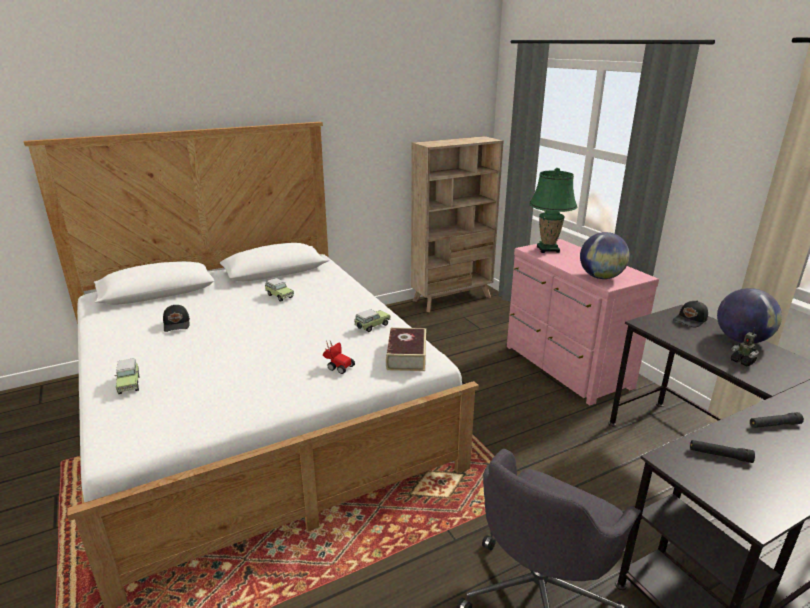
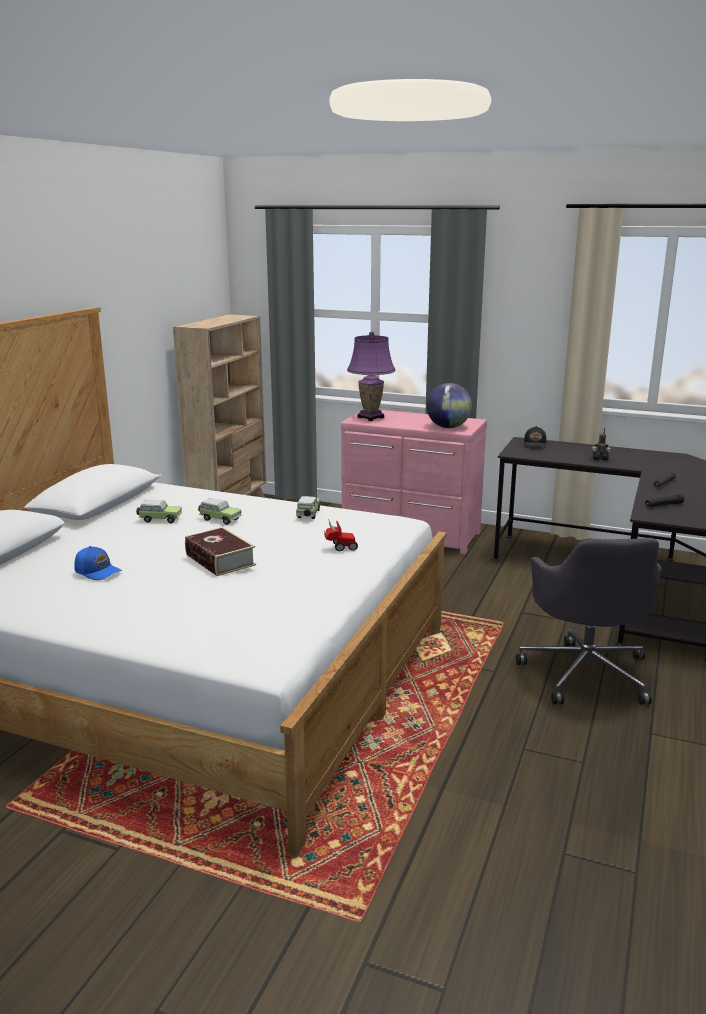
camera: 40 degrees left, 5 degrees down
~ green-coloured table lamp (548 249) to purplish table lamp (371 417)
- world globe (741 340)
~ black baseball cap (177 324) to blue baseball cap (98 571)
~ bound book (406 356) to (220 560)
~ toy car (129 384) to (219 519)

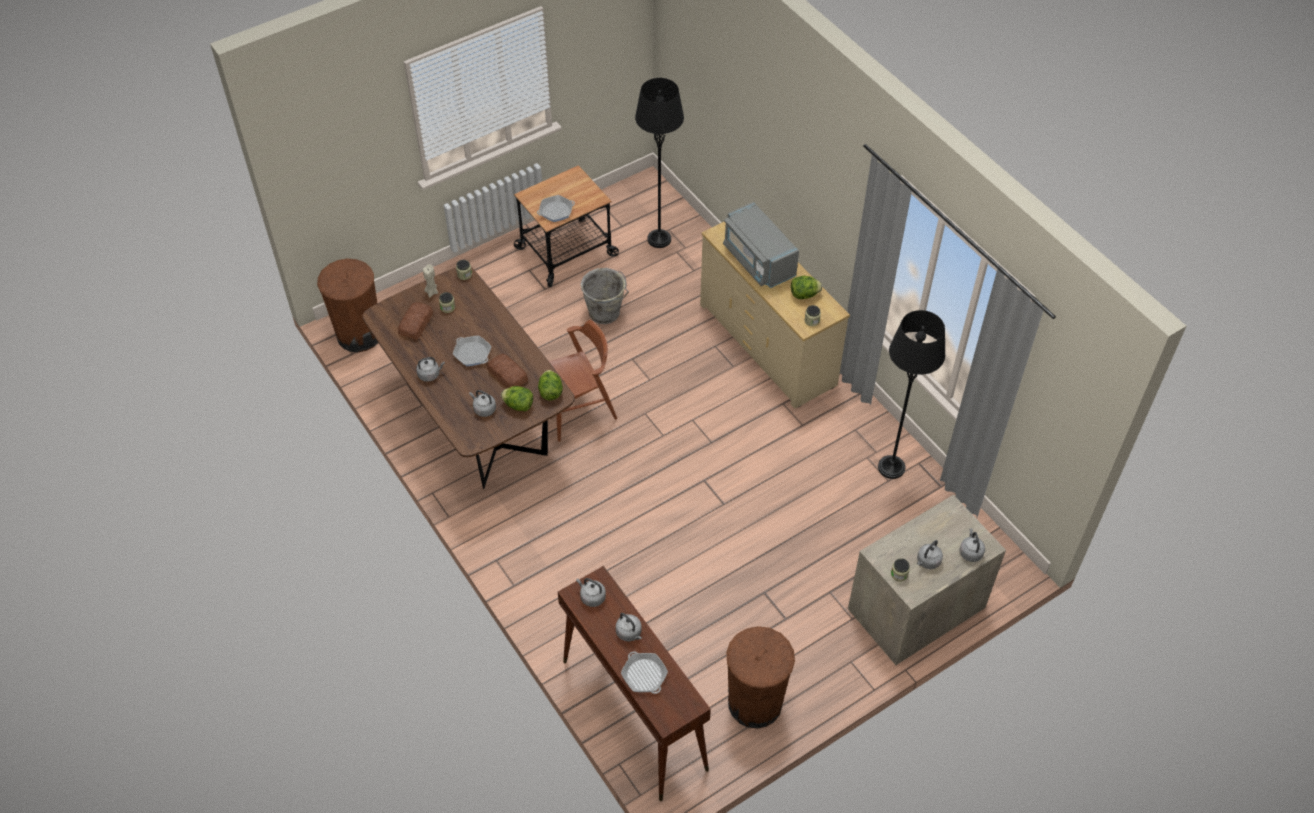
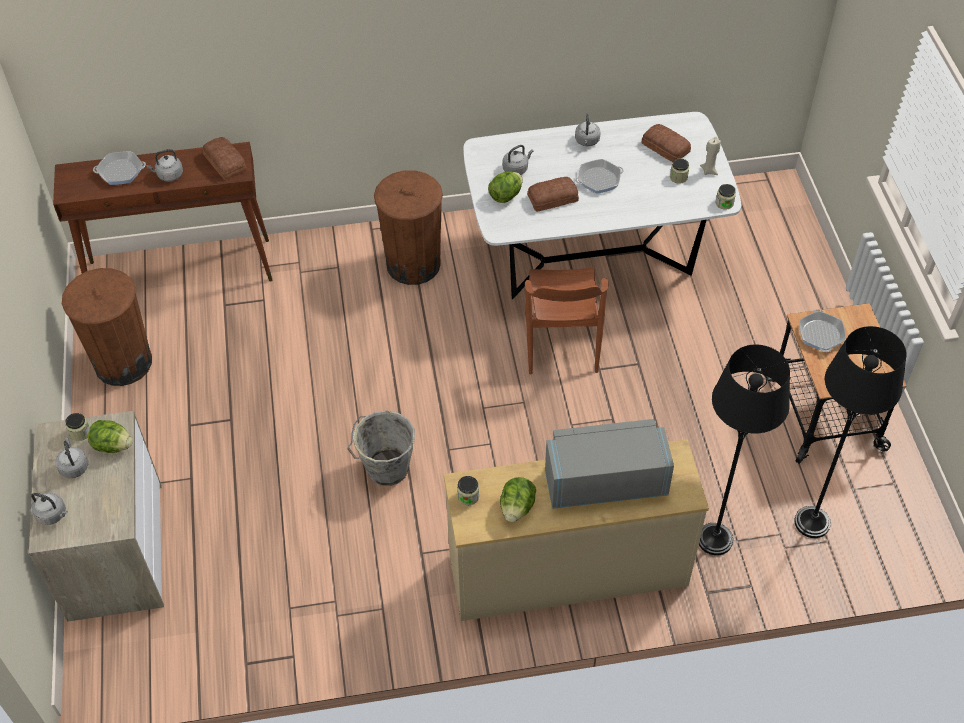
camera: 115 degrees right, 0 degrees up
~ brown-coloured rubbish bin (359 334) to (413 264)
~ brown-coloured dining table (475 418) to white-coloured dining table (593 256)
~ greyish pail (605 313) to (385 469)
~ black standard lamp (891 467) to (714 539)
~ lettuce (550 392) to (113 445)
~ greyish tea kettle (591 597) to baked bread (225 161)

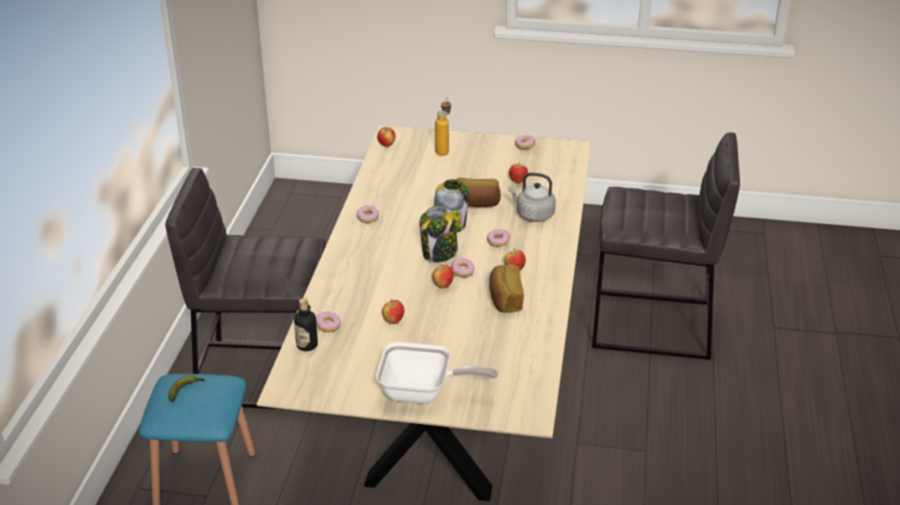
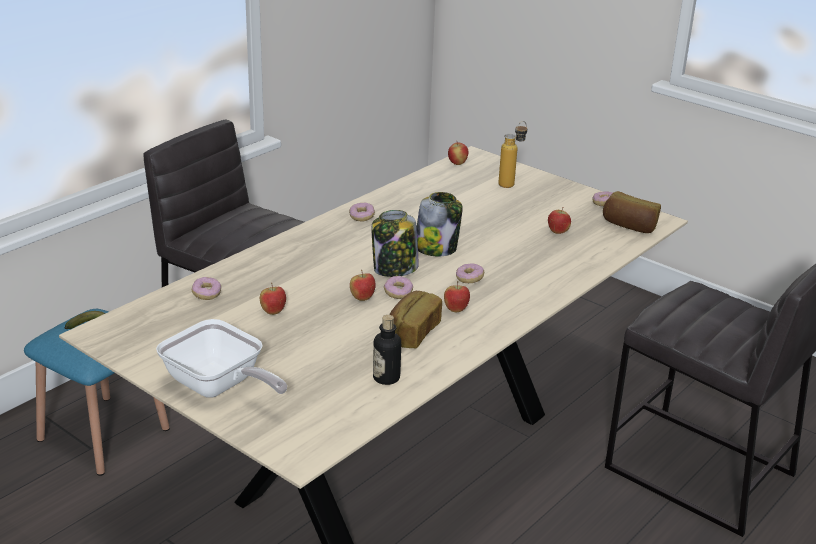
camera: 30 degrees right, 5 degrees down
- greyish tea kettle (533 215)
~ baked bread (476 203) to (630 226)
~ drink bottle (307 345) to (386 378)

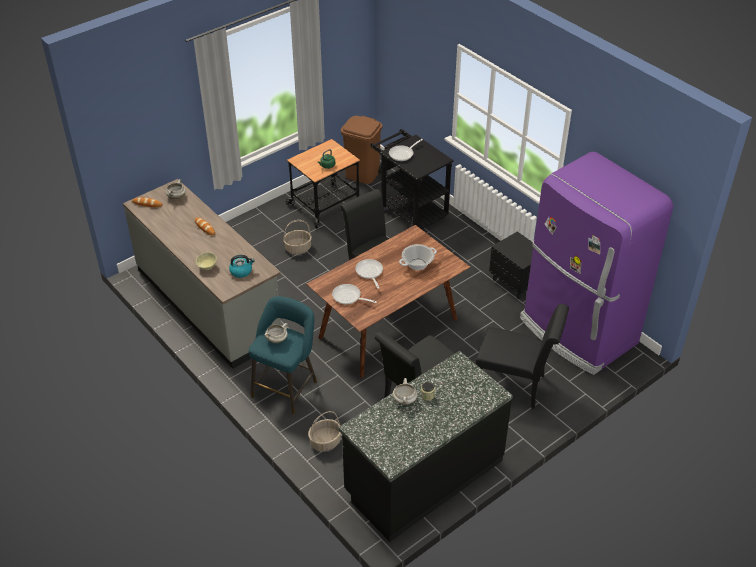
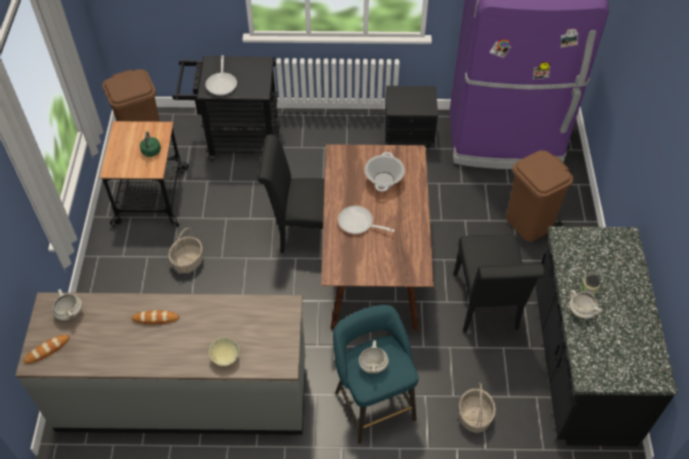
camera: 50 degrees left, 10 degrees up
- tea kettle (241 271)
- pan (349 297)
~ black chair (515 386) to brown-coloured rubbish bin (529 223)

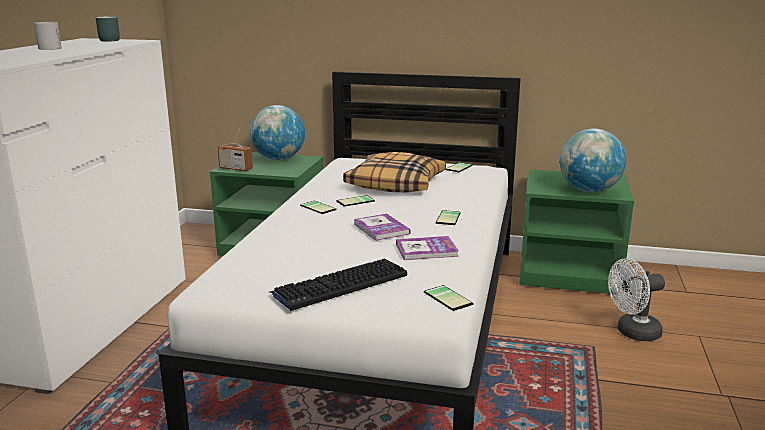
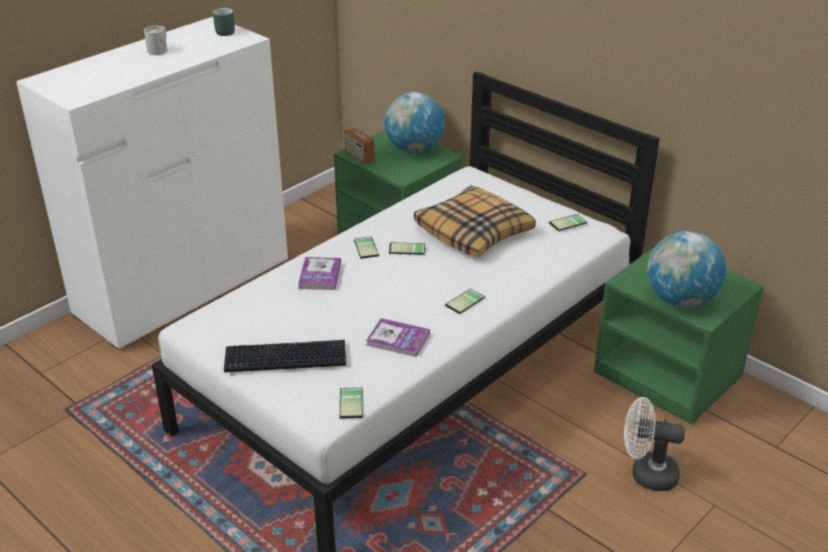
camera: 30 degrees right, 15 degrees up
~ bound book (381 229) to (320 275)

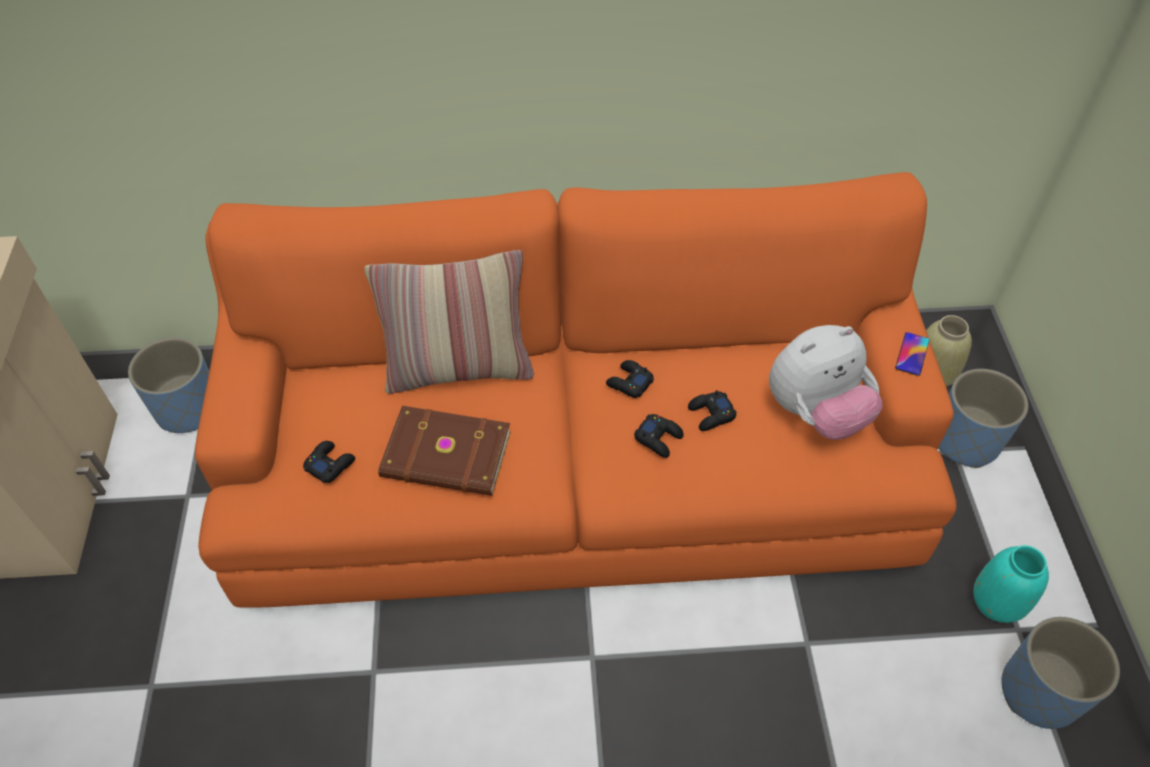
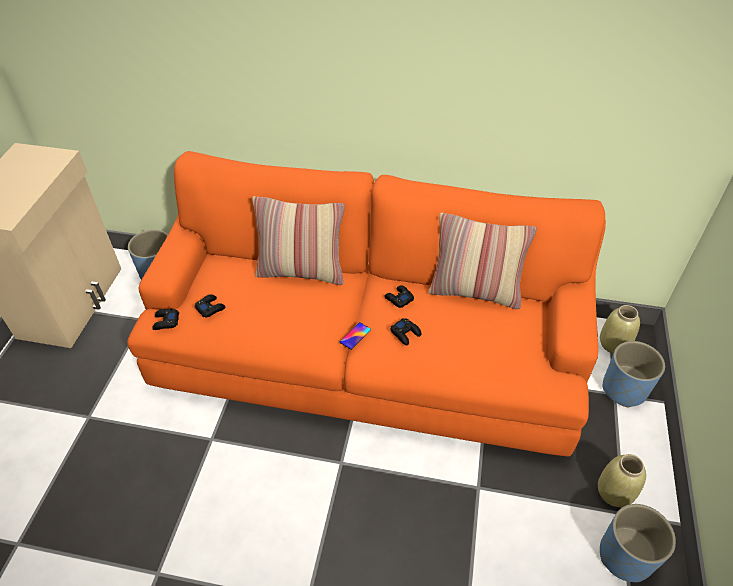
camera: 15 degrees right, 5 degrees down
- cuddly toy (816 413)
~ phone (912 354) to (355 336)
~ black joypad (711 414) to (166 322)
- brown-coloured bound book (446 457)
~ turquoise-coloured flower vase (998 602) to beige flower vase (614 493)
+ throw pillow (475 292)

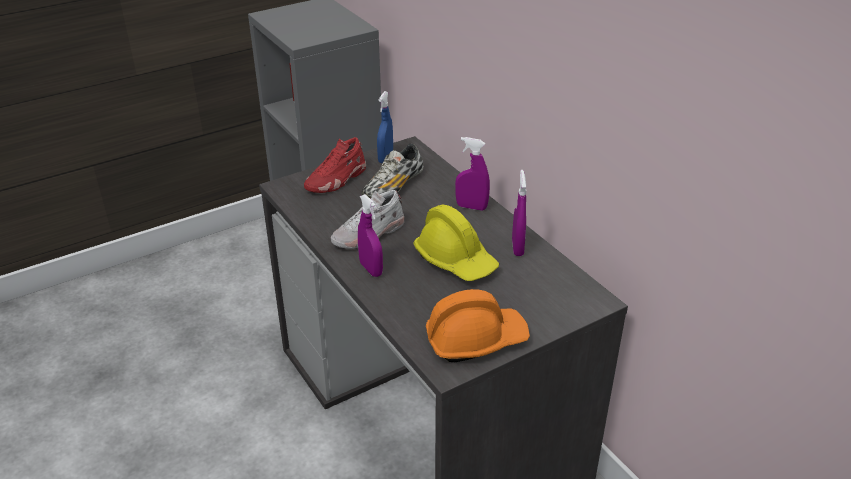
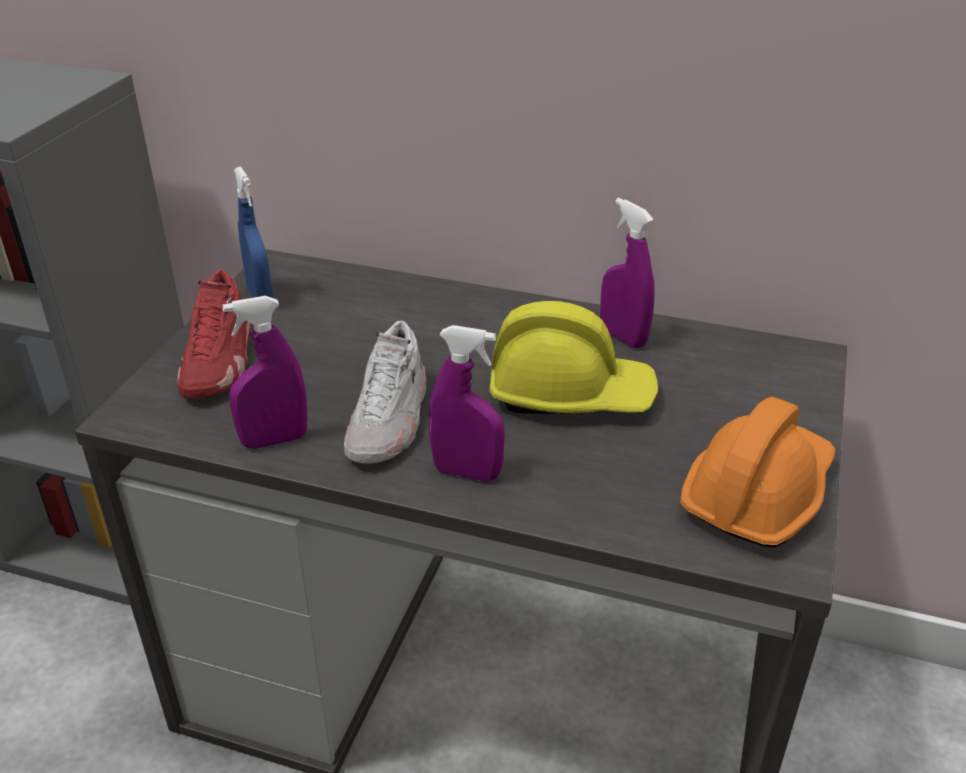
camera: 40 degrees left, 0 degrees up
~ purplish spray bottle (471 207) to (274 440)
- low shoe (393 187)

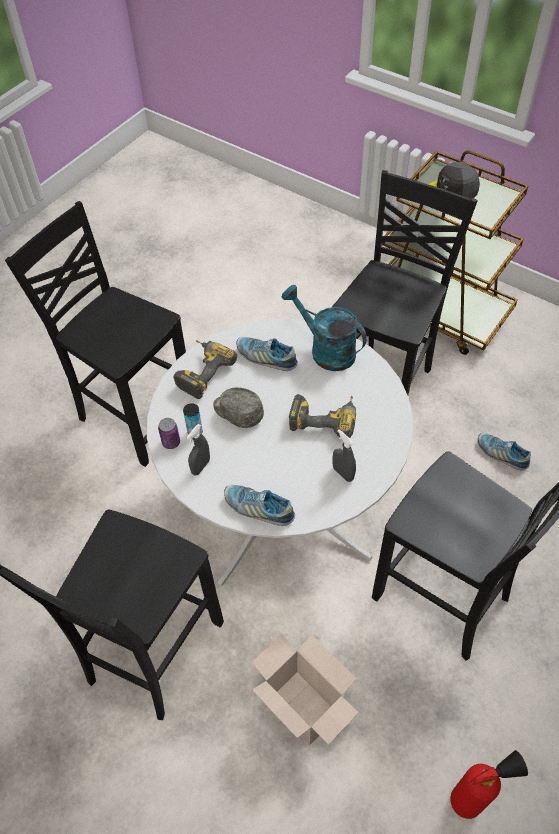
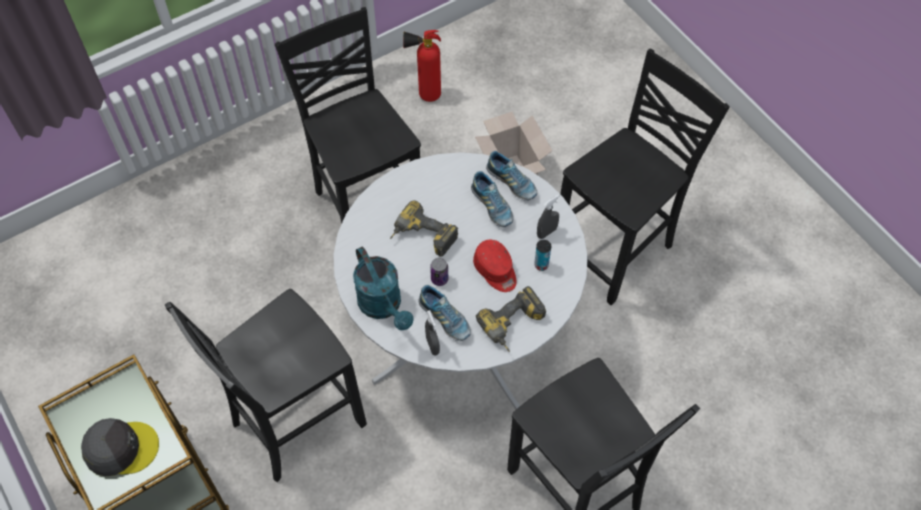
camera: 160 degrees left, 5 degrees up
~ greyish baseball cap (237 412) to reddish baseball cap (496 271)
~ can (171 442) to (439 279)
~ greyish spray bottle (343 473) to (432 345)
~ low shoe (501 454) to (492 206)

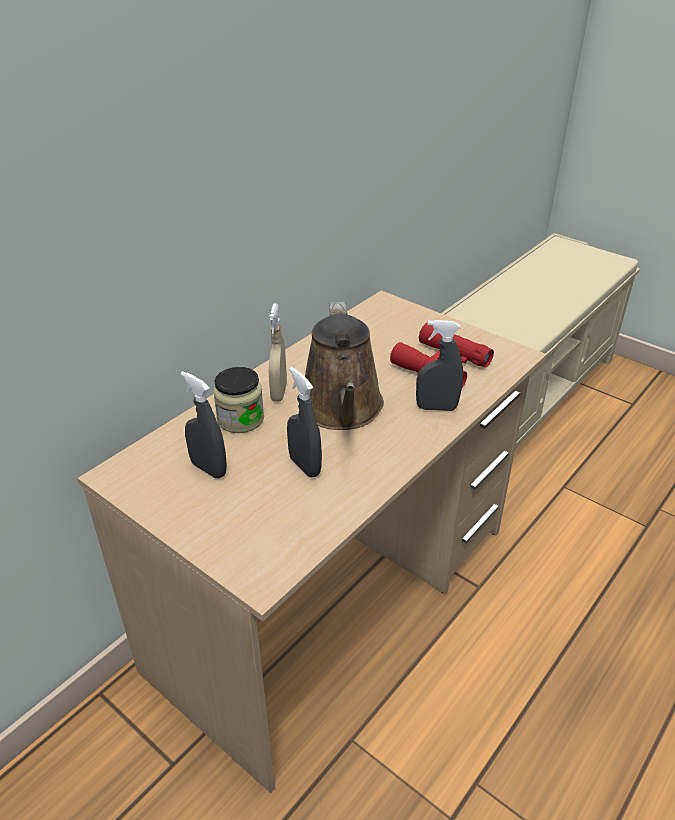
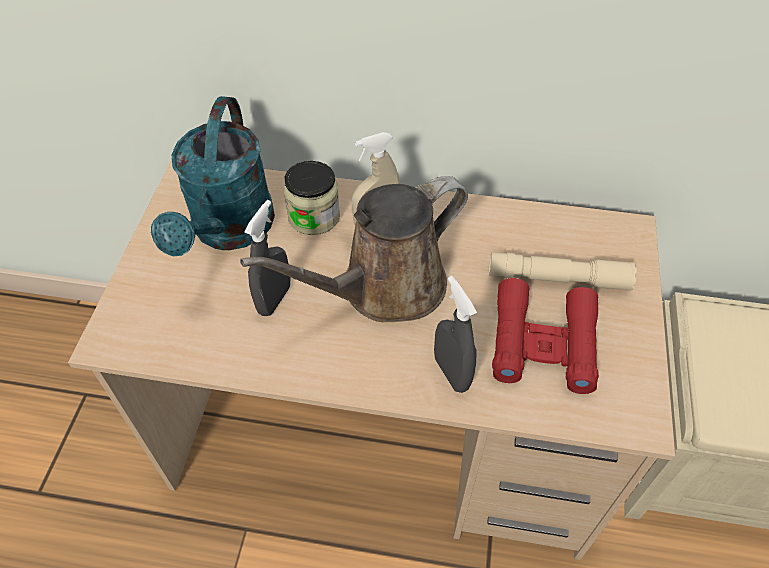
camera: 60 degrees right, 15 degrees up
~ greyish spray bottle (208 469) to turquoise-coloured watering pot (229 231)
+ beige flashlight (558 278)

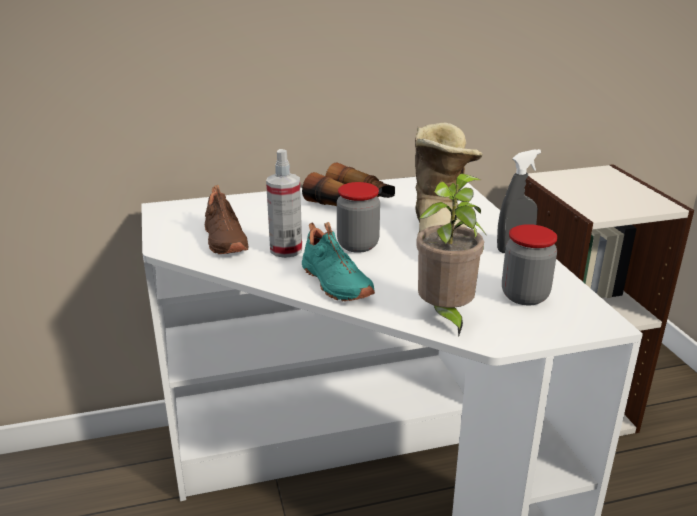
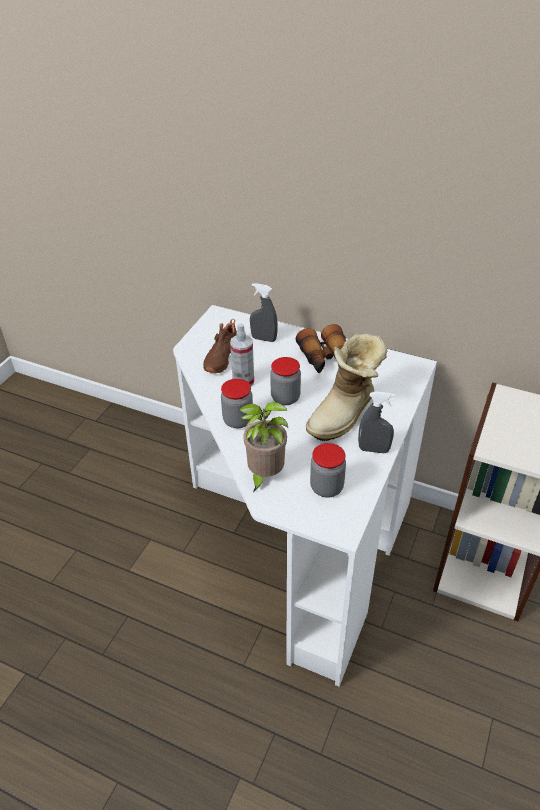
camera: 40 degrees right, 15 degrees up
~ turquoise-coloured low shoe (334 283) to jar (238 420)
+ greyish spray bottle (264 339)

